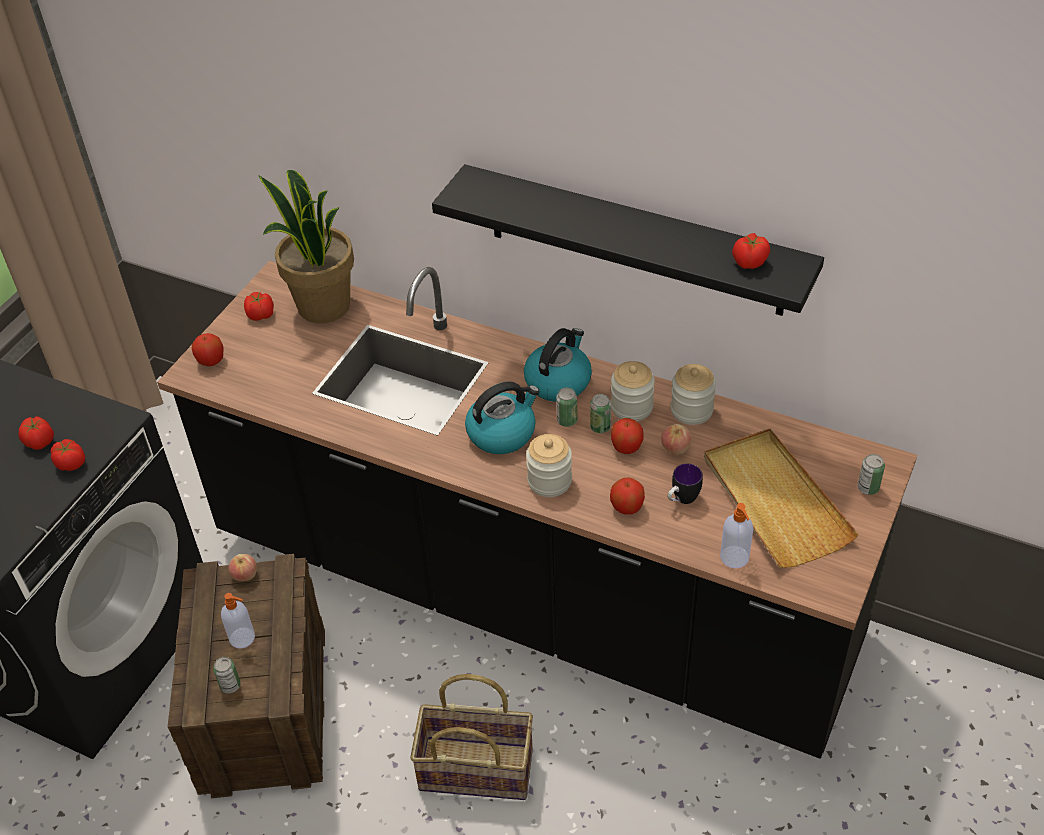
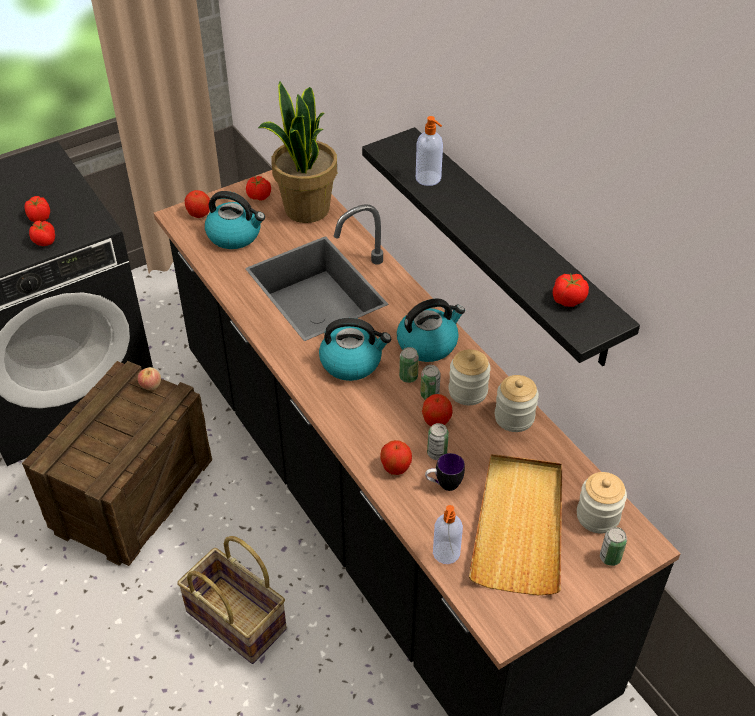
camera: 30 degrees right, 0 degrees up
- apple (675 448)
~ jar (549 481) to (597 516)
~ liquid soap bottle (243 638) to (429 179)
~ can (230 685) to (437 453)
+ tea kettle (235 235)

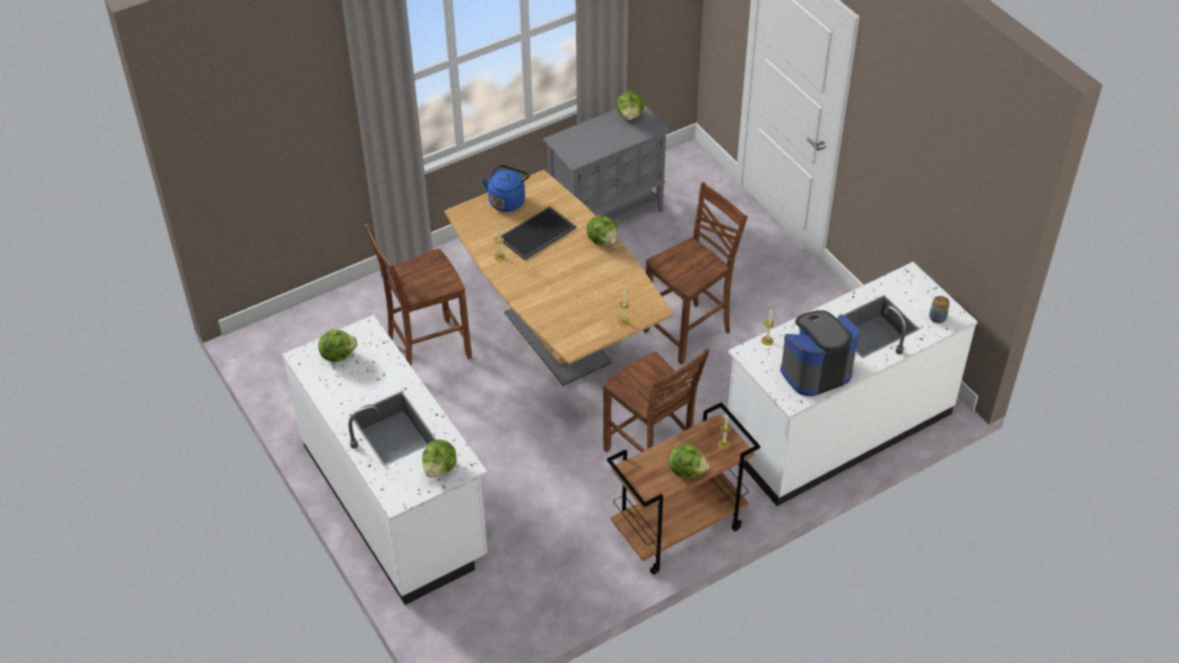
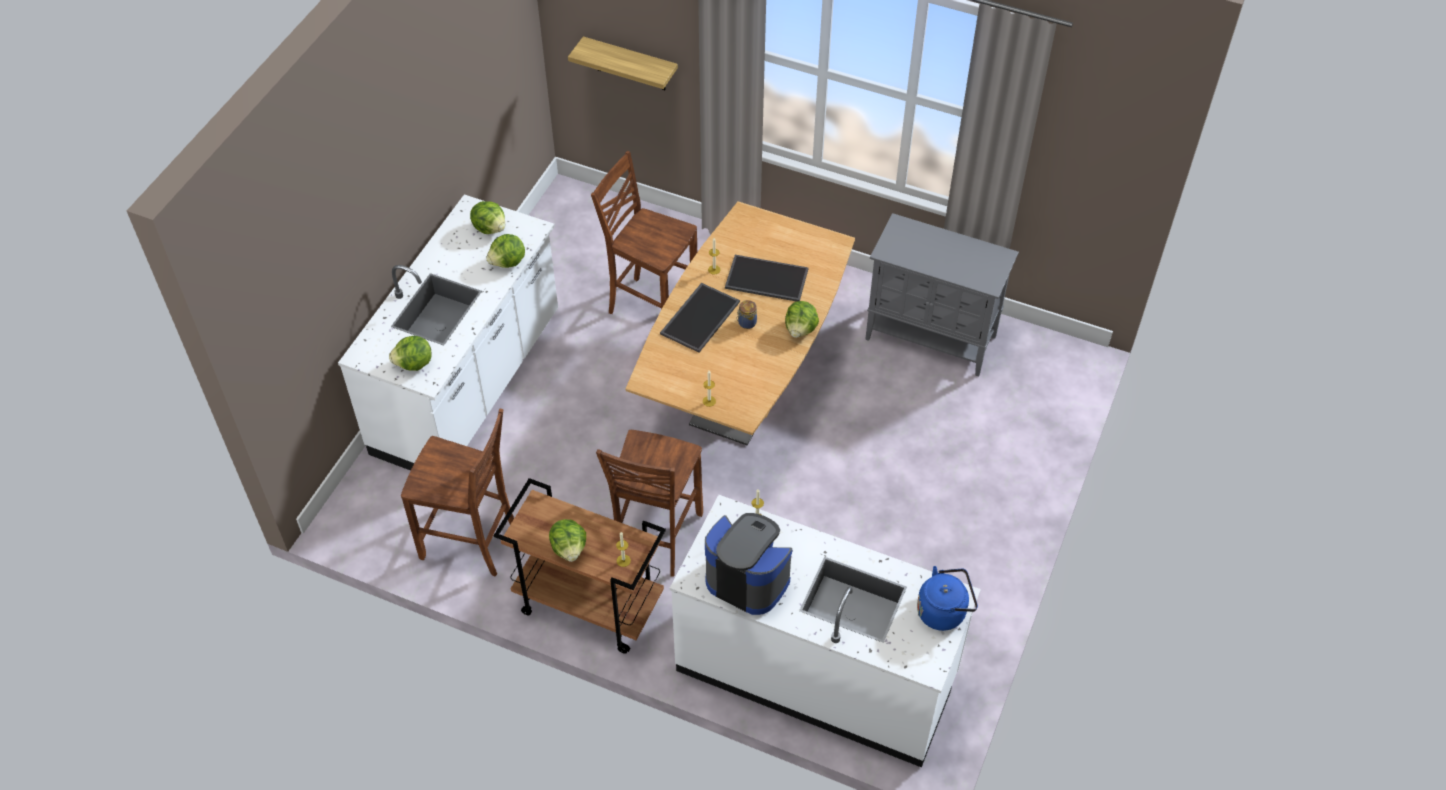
camera: 55 degrees right, 5 degrees up
~ lettuce (630 116) to (508 262)
~ blue tea kettle (507 200) to (944 611)
~ brown-coloured chair (689 332) to (471 543)
~ jar (937 318) to (746 323)
+ bracket shelf (630 64)
+ serving tray (699 317)

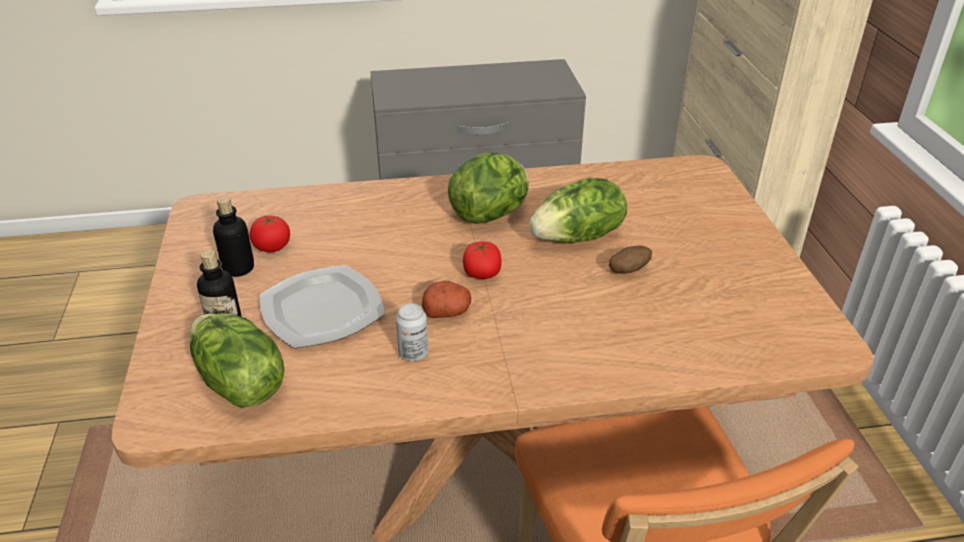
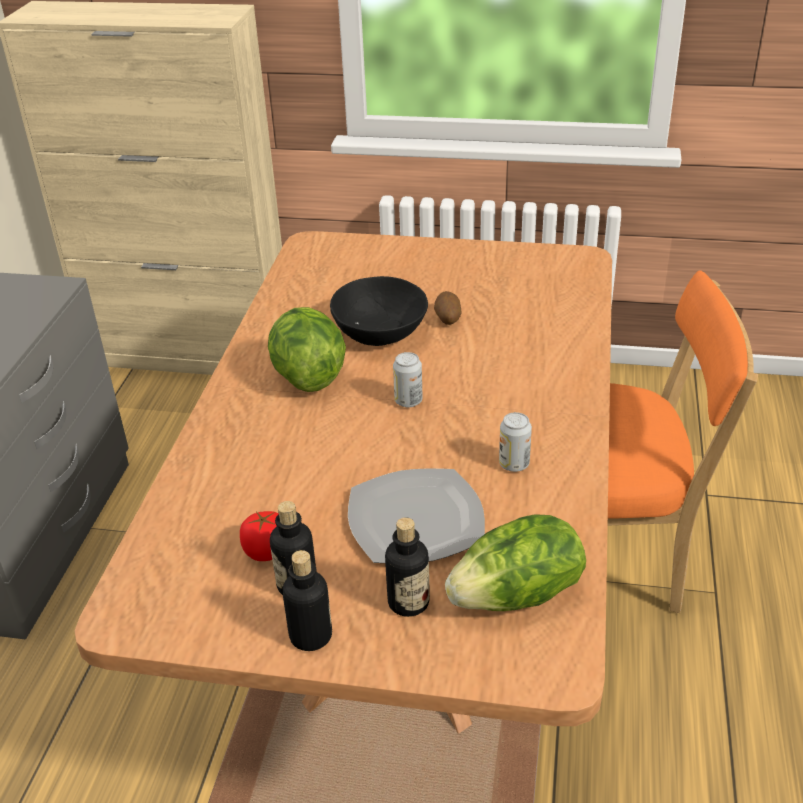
camera: 70 degrees left, 0 degrees up
~ lettuce (579 237) to black serving bowl (381 333)
~ fresh tomato (482 273) to can (408 401)
- whole potato (447 311)
+ drink bottle (311 636)

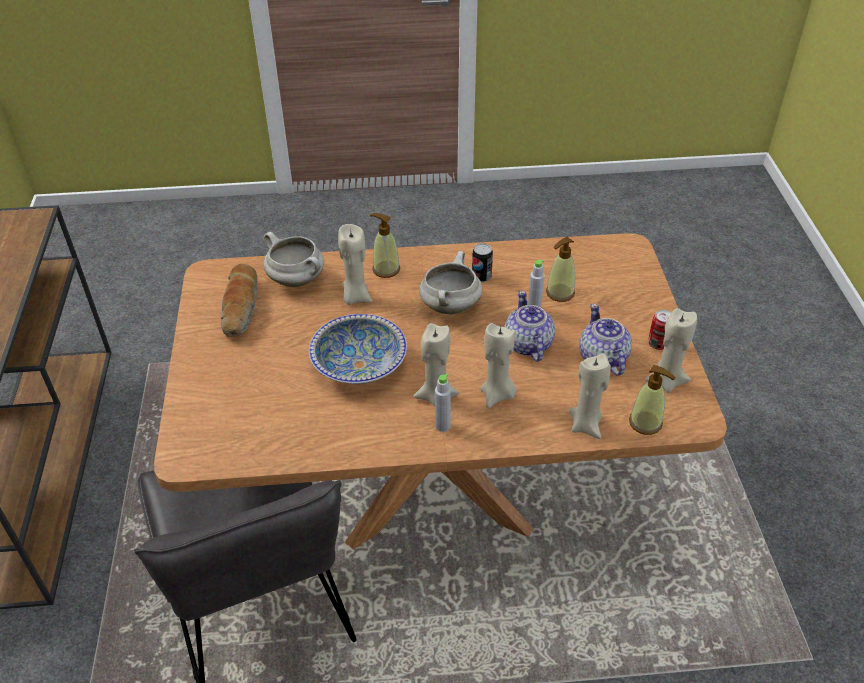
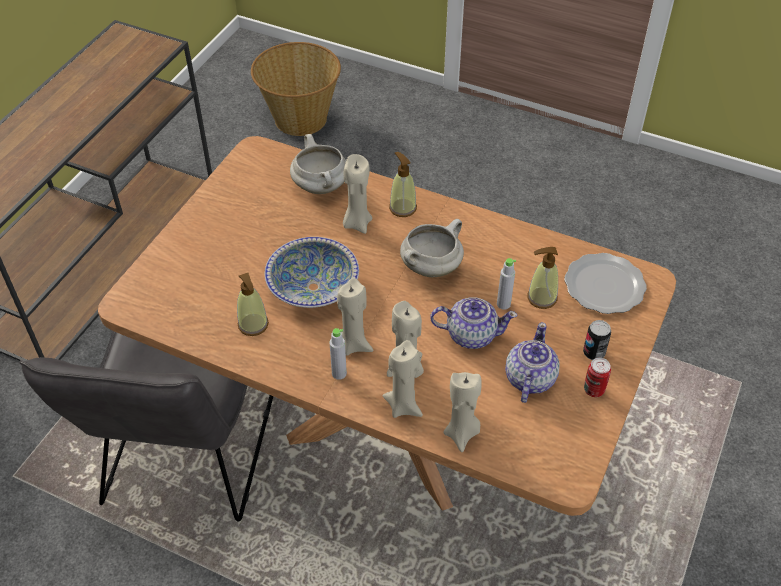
camera: 30 degrees right, 5 degrees up
~ can (481 277) to (593 353)
- baked bread (242 308)
~ pot for tea (527 345) = (471 334) 75 degrees clockwise
~ beige candle (666 381) to (403 405)
~ liquid soap bottle (645 423) to (253 325)
+ basket (300 118)
+ flat dish (603 286)

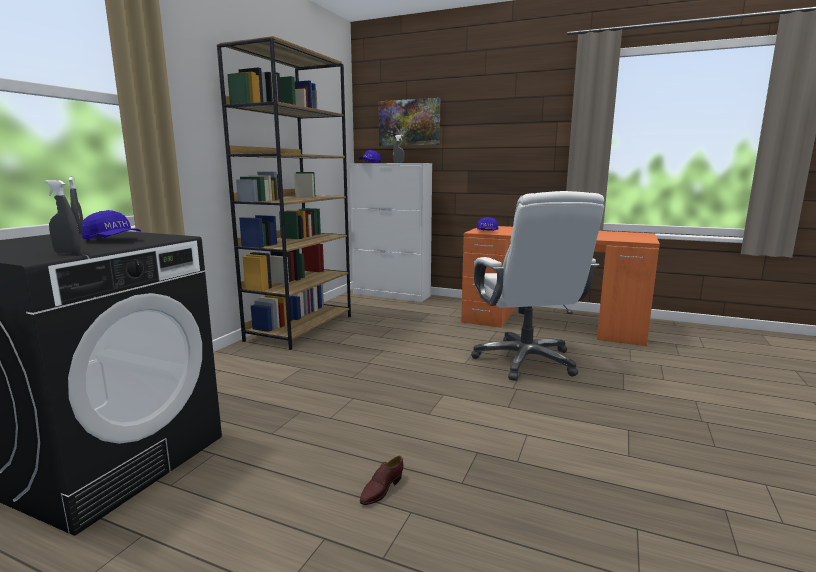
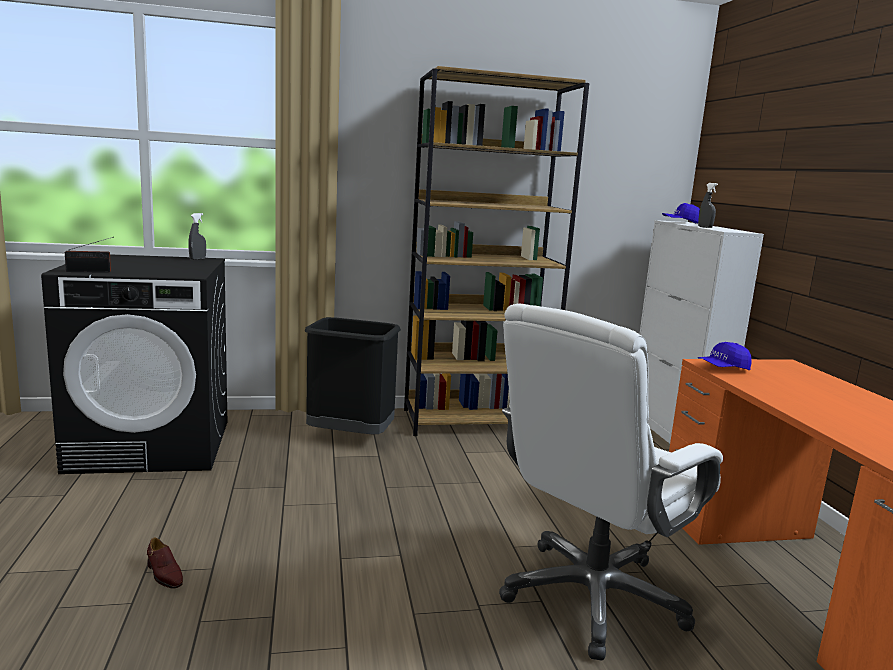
camera: 55 degrees right, 0 degrees up
- wall art (409 122)
~ greyish spray bottle (67 253) to radio (91 271)
- blue baseball cap (113 240)
~ brown-coloured low shoe (381 489) = (164 574) 135 degrees counterclockwise
+ black rubbish bin (351 437)

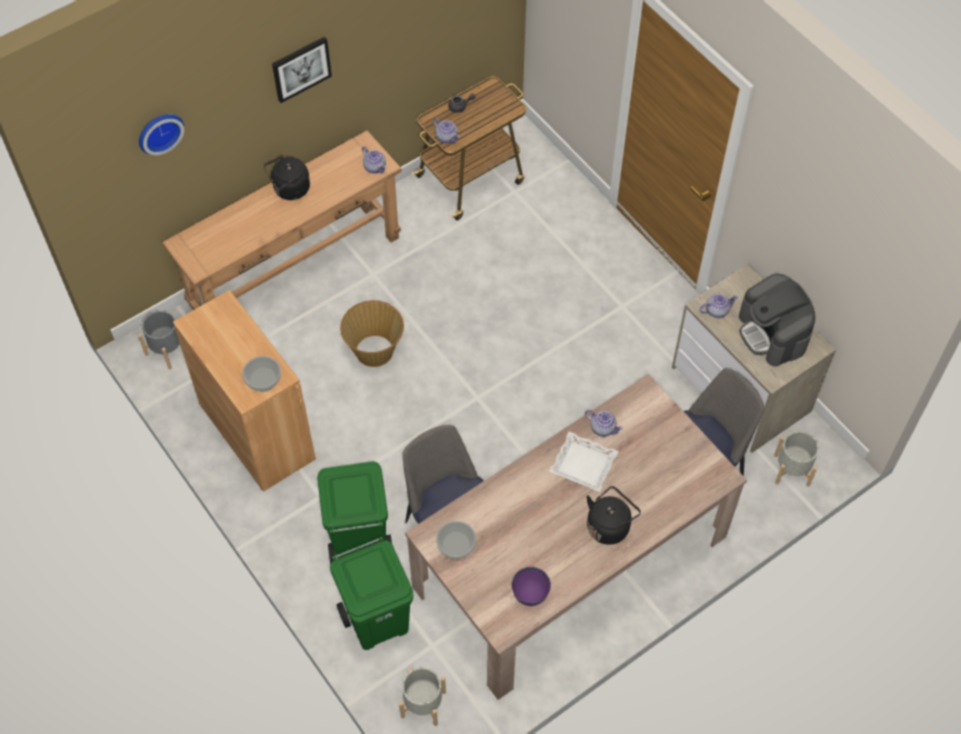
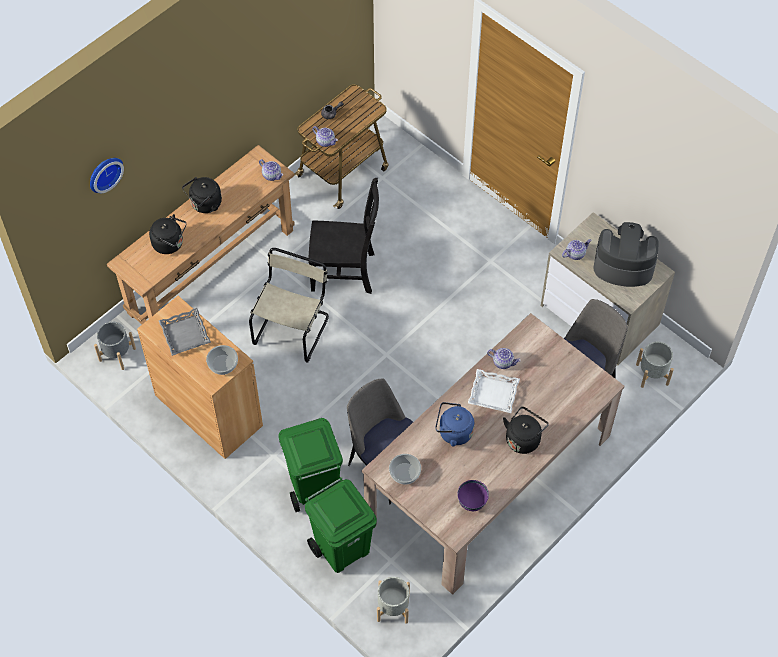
camera: 10 degrees left, 0 degrees up
- wall art (301 68)
~ coffee brewer (773 333) = (623 265) 135 degrees clockwise
~ basket (374 350) to beige chair (292 328)
+ black chair (345 272)
+ black tea kettle (170 244)
+ greyish serving tray (184 334)
+ blue tea kettle (453 432)

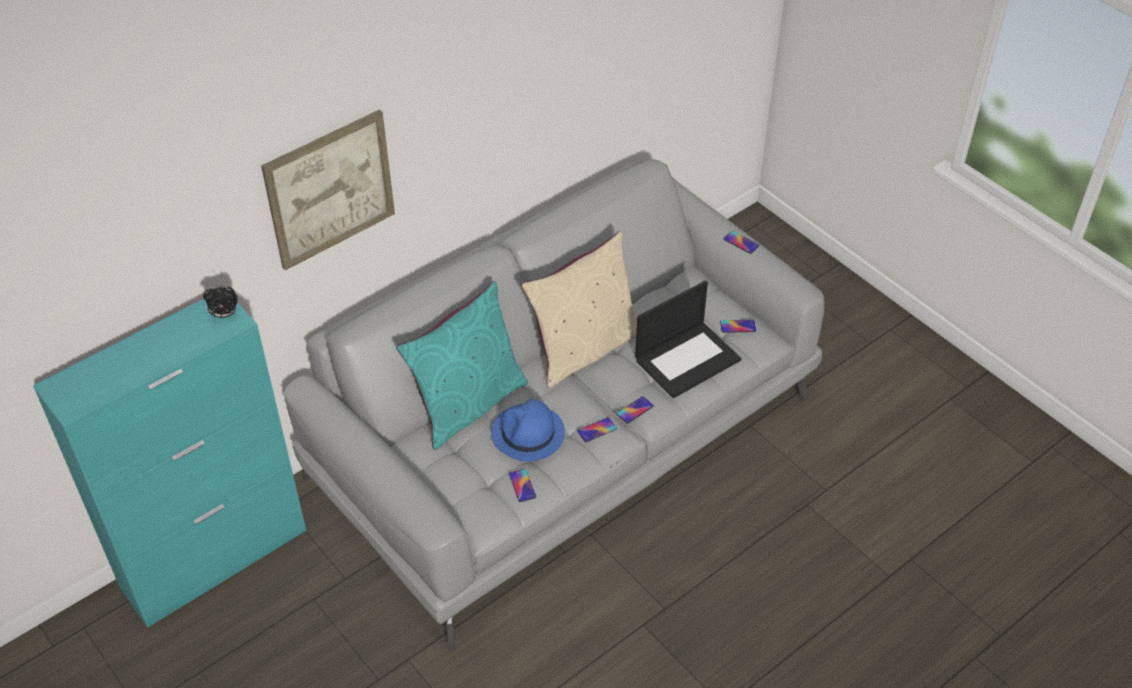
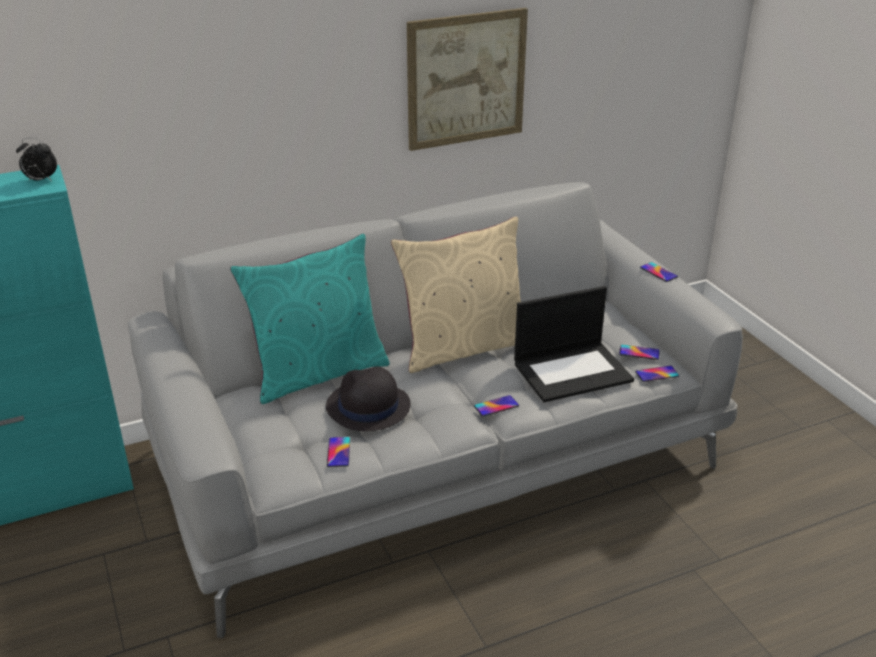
camera: 15 degrees right, 15 degrees down
~ wall art (330 189) to (466 79)
~ blue clothing hat (527 434) to black clothing hat (368 407)
~ phone (597 430) to (657 374)

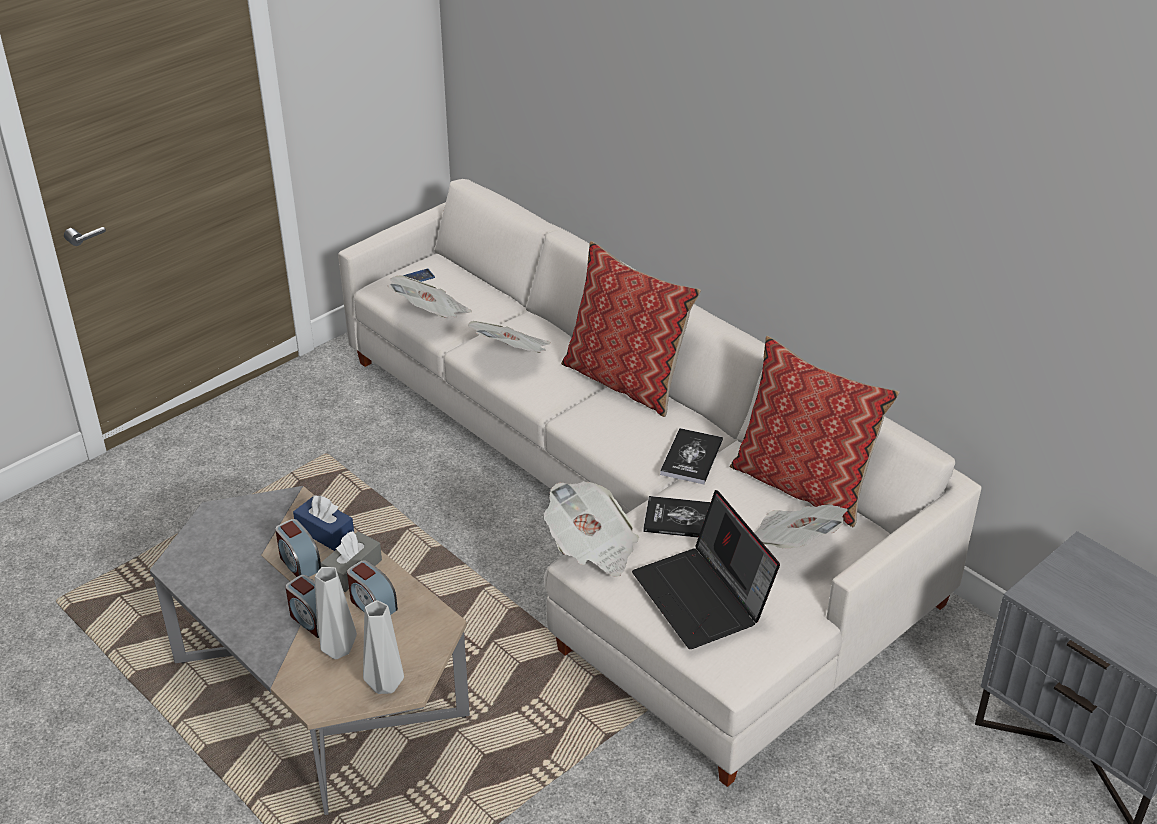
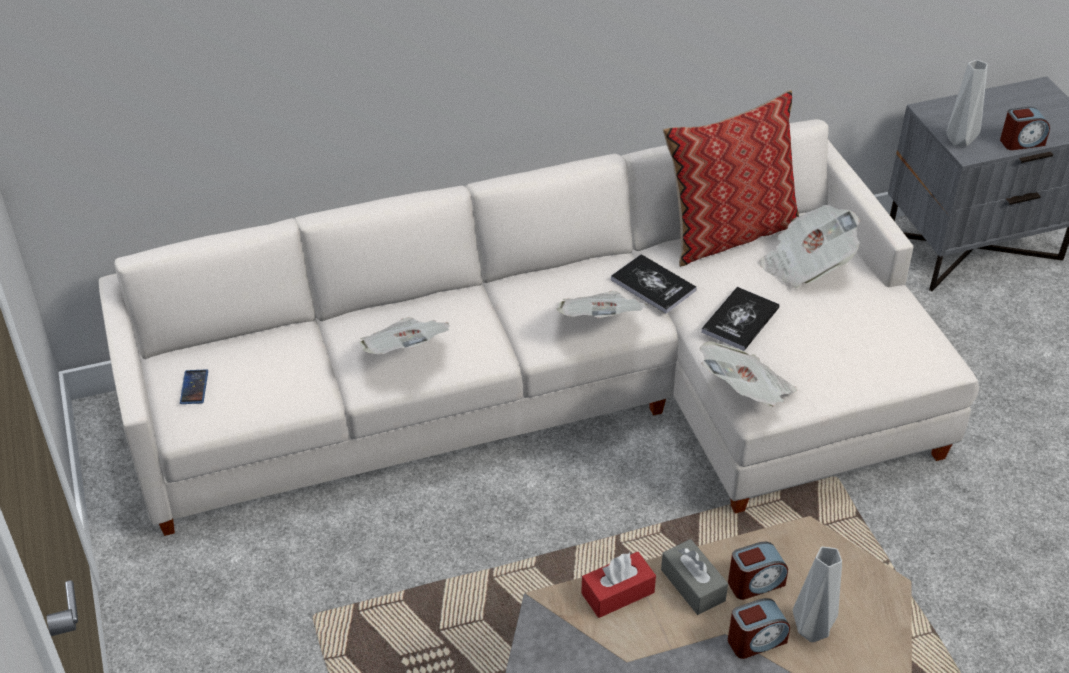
camera: 65 degrees left, 5 degrees up
- throw pillow (626 380)
~ printed paper (431 315) to (600 323)
- notebook computer (704 597)
~ blue tissue holder (325 532) to reddish tissue holder (617 593)
~ bedside clock (299 563) to (1021 142)
~ greyish flower vase (385 686) to (961 141)

